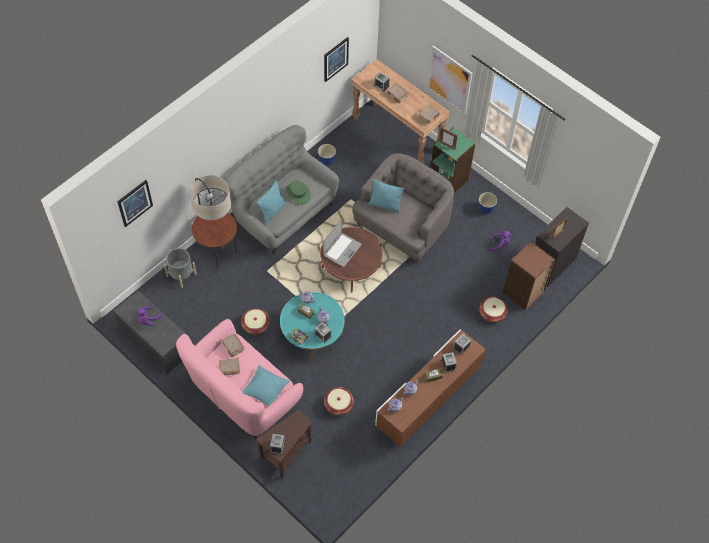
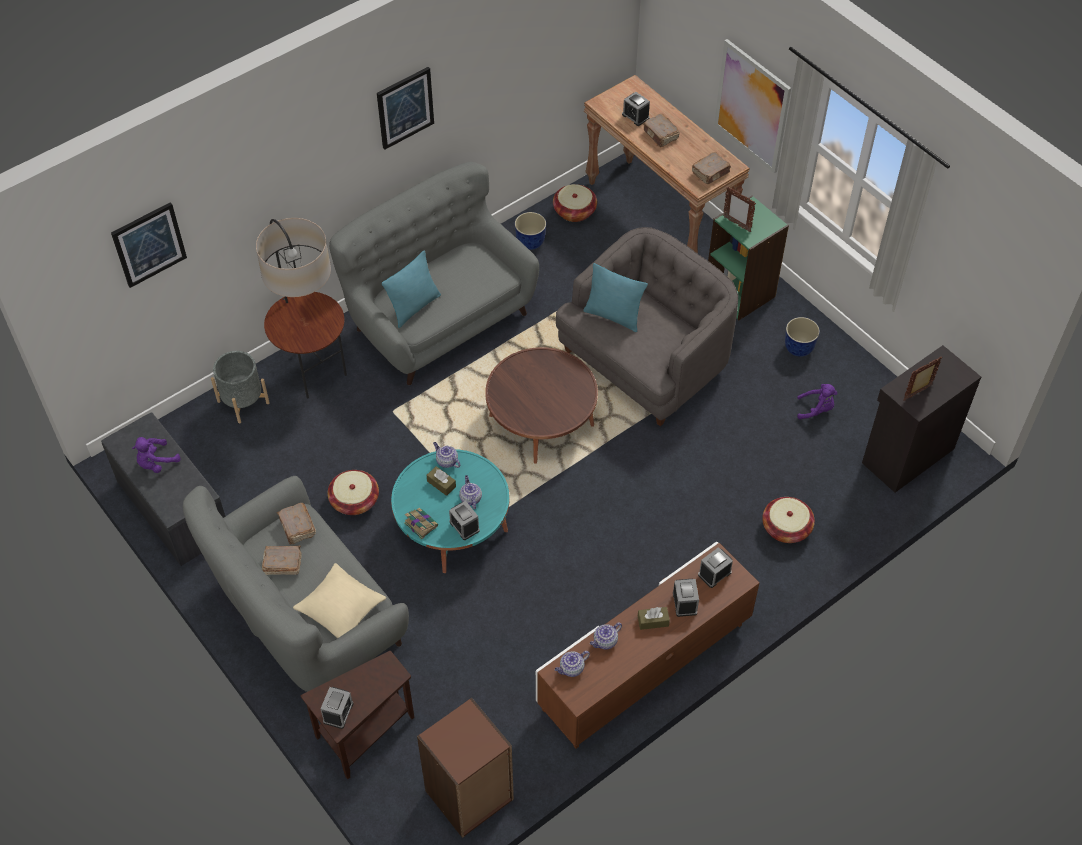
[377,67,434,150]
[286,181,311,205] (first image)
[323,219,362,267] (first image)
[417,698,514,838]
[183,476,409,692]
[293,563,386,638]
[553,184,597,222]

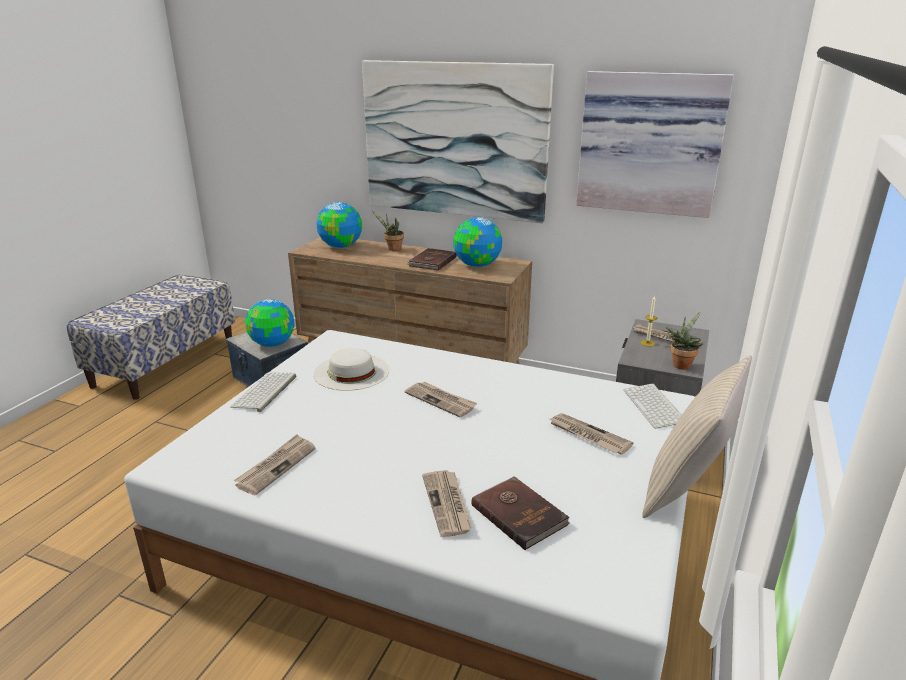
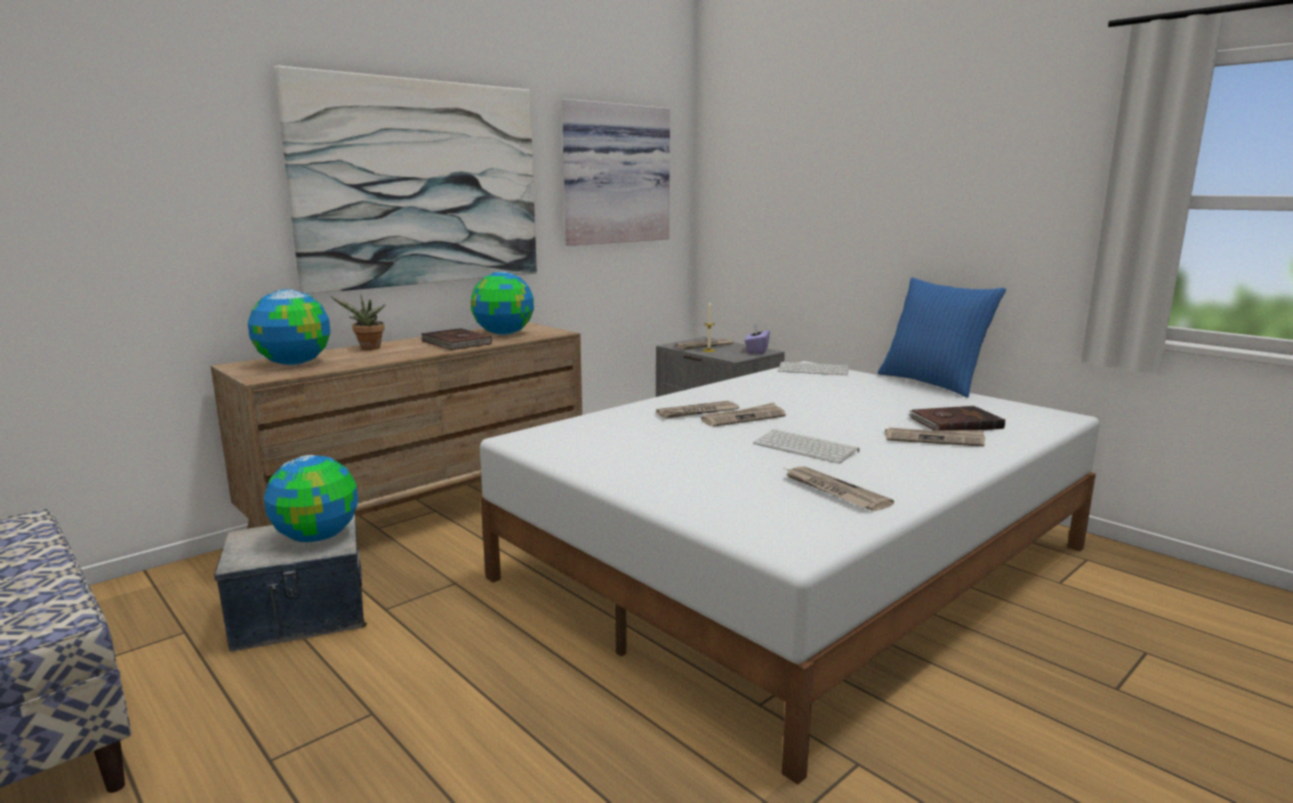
[745,324,770,354]
[313,348,390,391] (first image)
[878,277,1006,398]
[753,429,860,464]
[656,401,739,419]

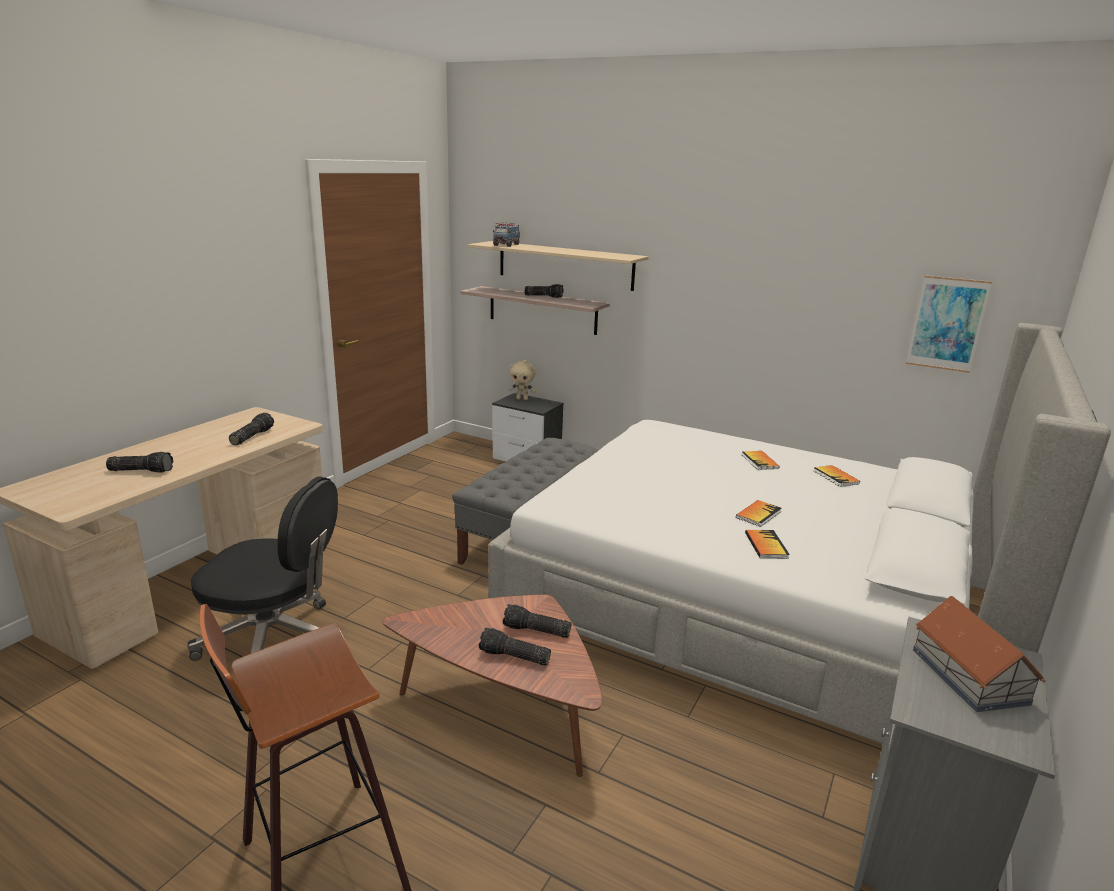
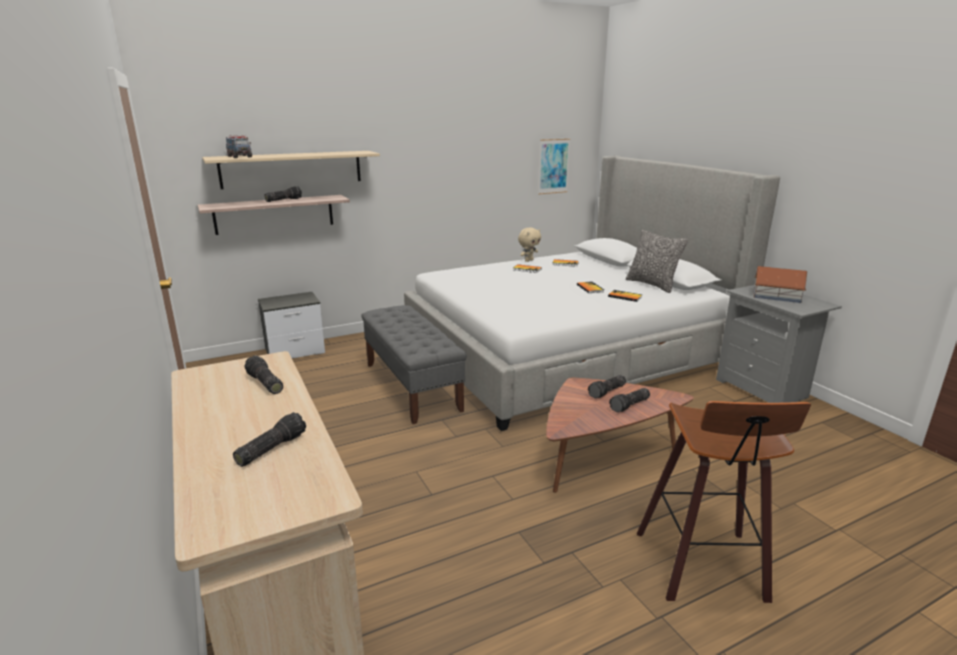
[518,227,541,262]
[187,476,338,661] (first image)
[626,230,688,293]

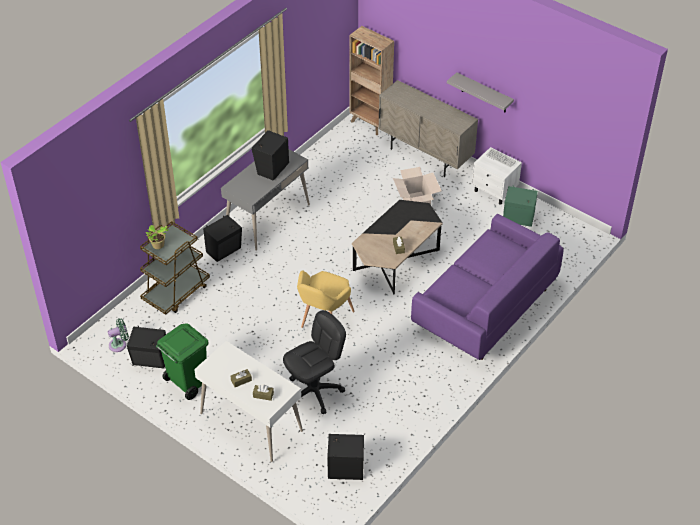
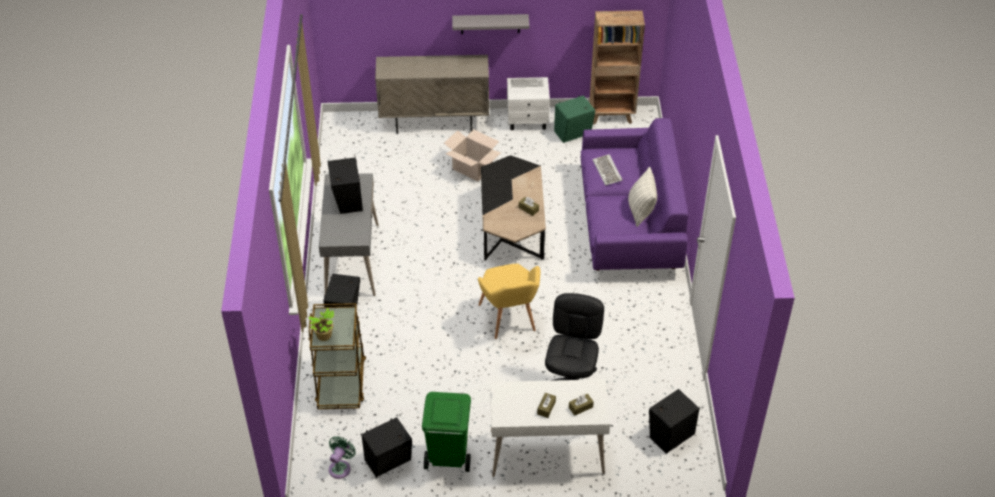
[590,10,645,125]
[593,154,622,186]
[628,167,657,227]

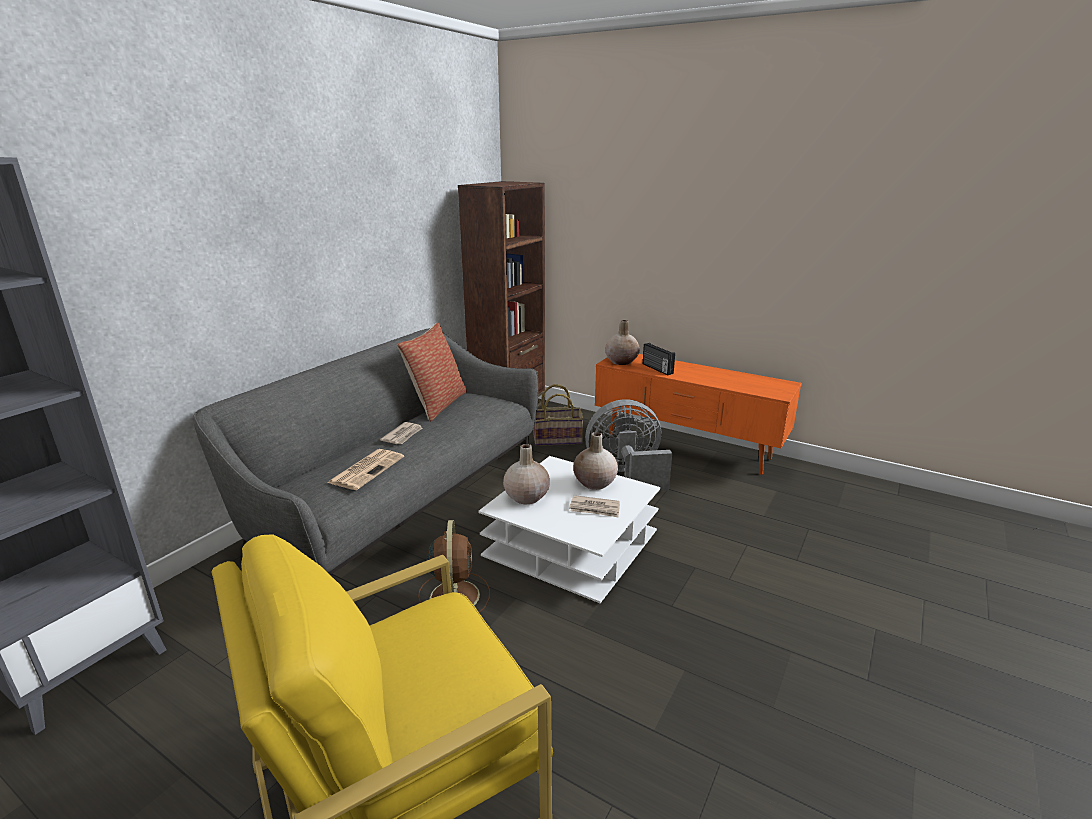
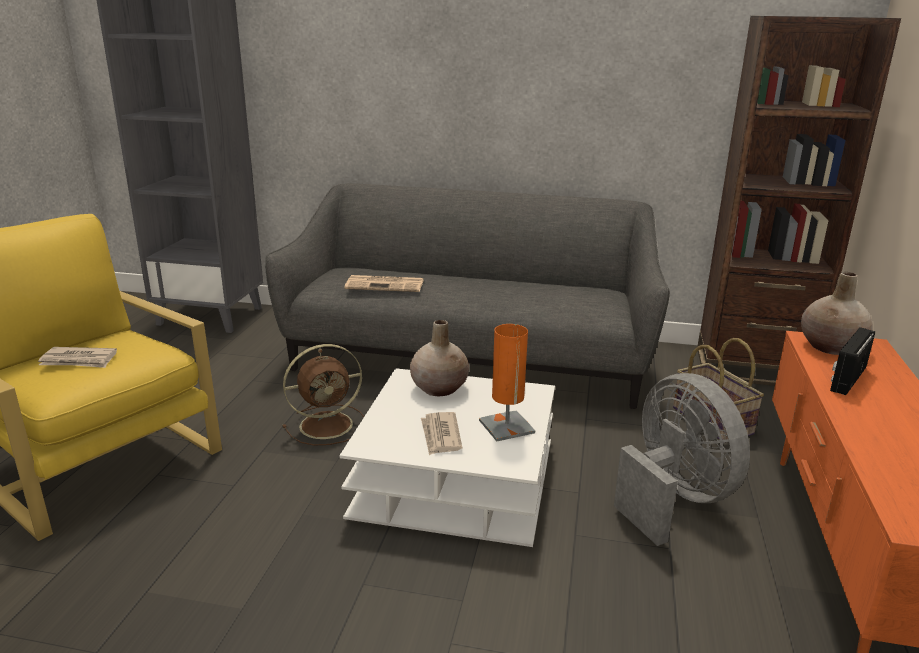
[397,322,467,422] (first image)
[38,347,117,368]
[479,324,535,442]

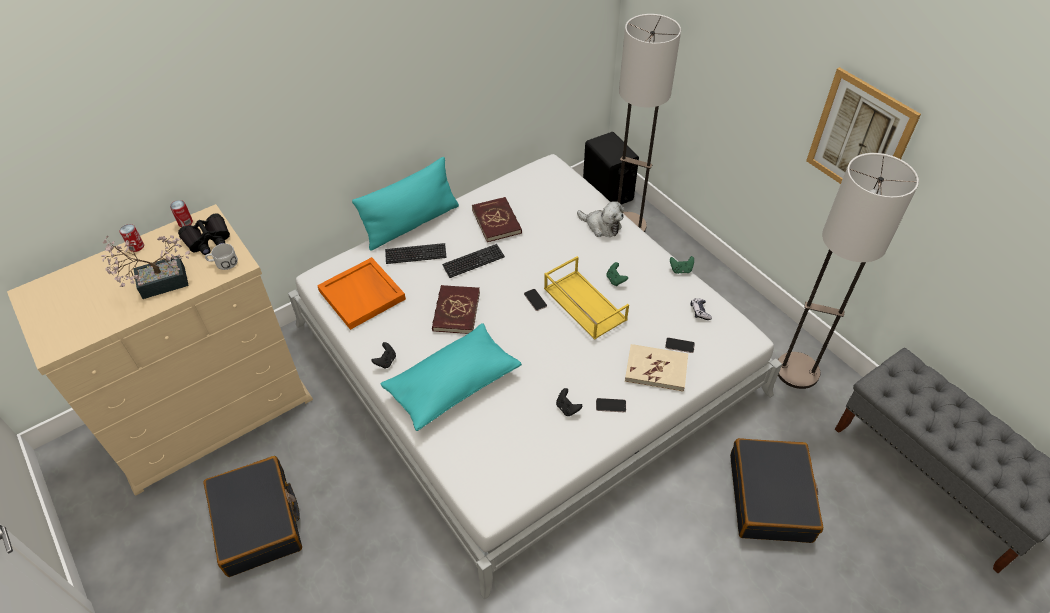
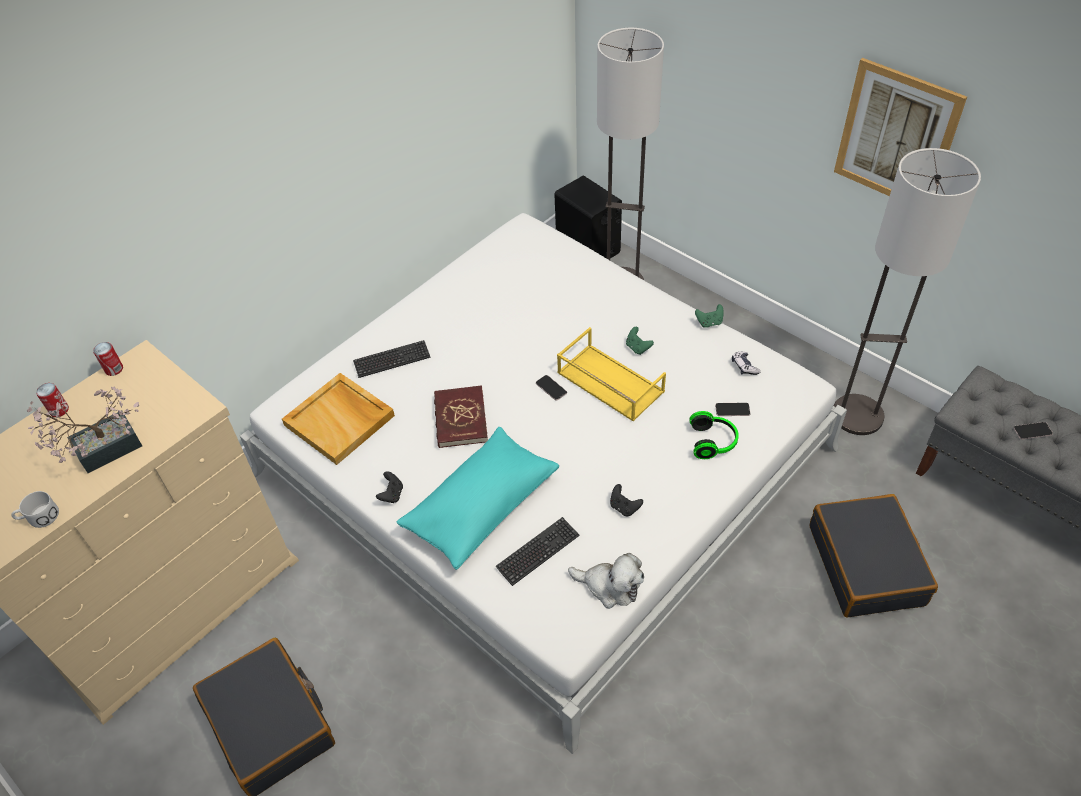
[352,157,459,251] (first image)
[472,197,522,242] (first image)
[568,553,644,609]
[178,213,230,255] (first image)
[11,491,59,528]
[495,517,579,586]
[282,373,395,465]
[689,411,739,459]
[1014,422,1053,440]

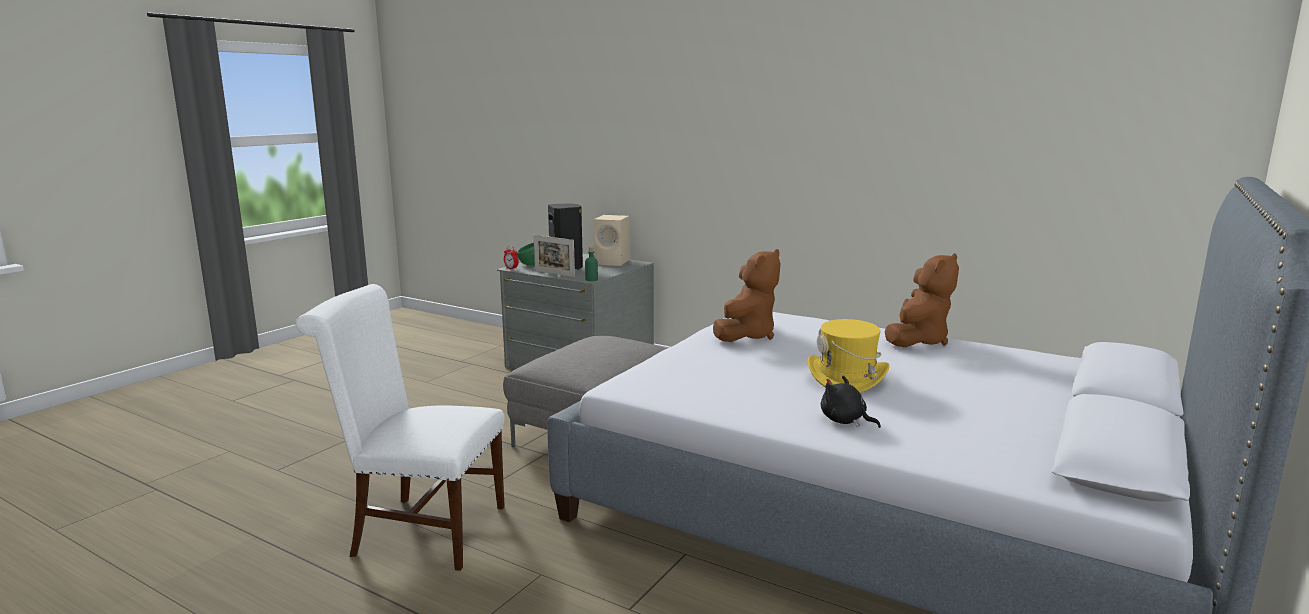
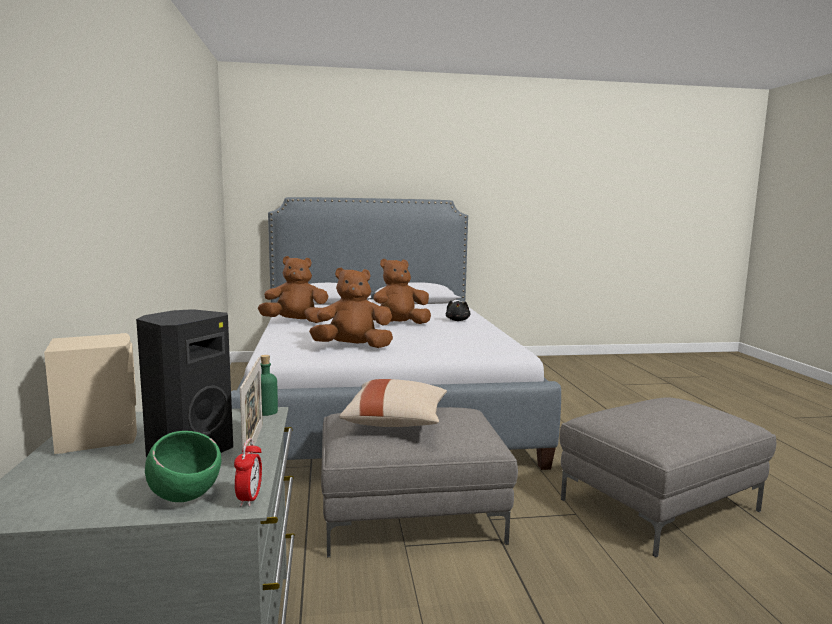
[559,398,776,557]
[373,259,431,324]
[340,379,447,427]

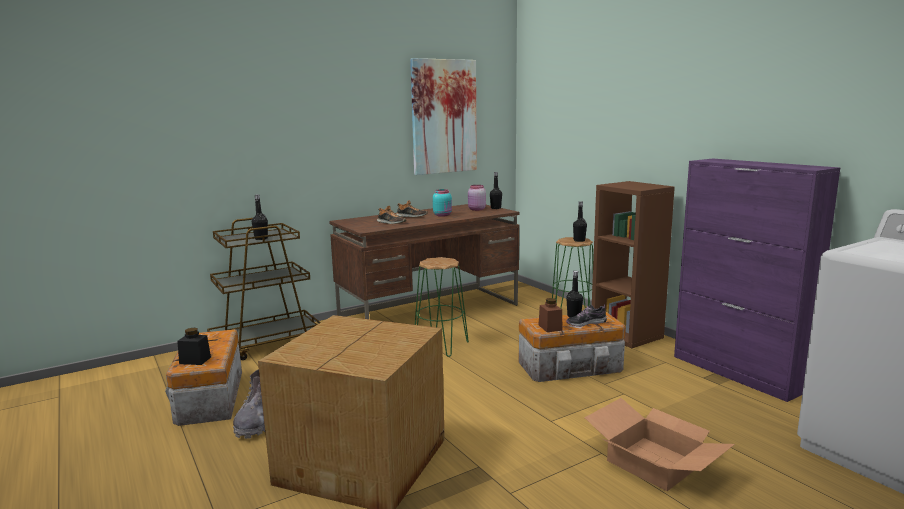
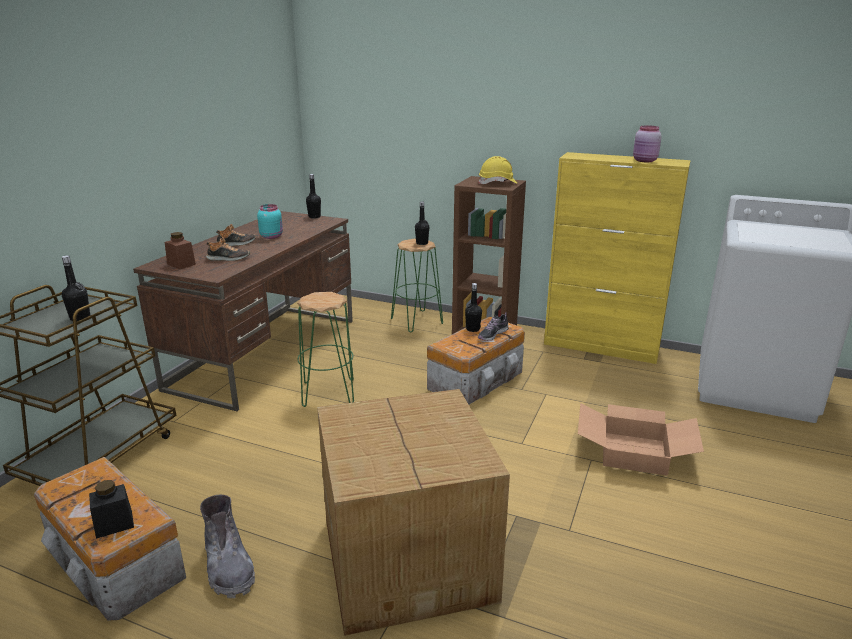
[410,58,477,175] (first image)
[544,152,691,364]
[633,125,662,162]
[165,232,196,269]
[479,156,518,184]

